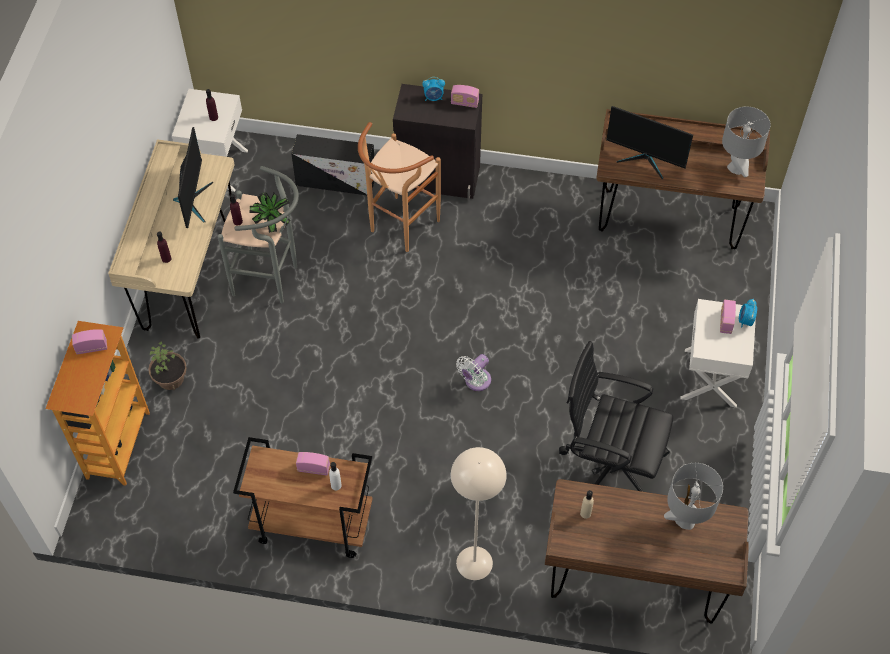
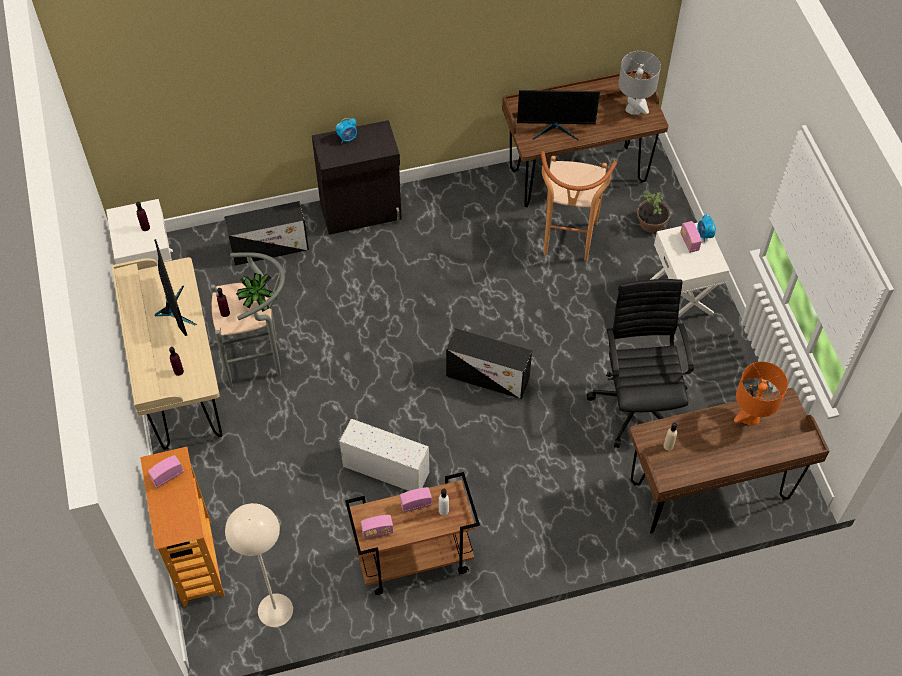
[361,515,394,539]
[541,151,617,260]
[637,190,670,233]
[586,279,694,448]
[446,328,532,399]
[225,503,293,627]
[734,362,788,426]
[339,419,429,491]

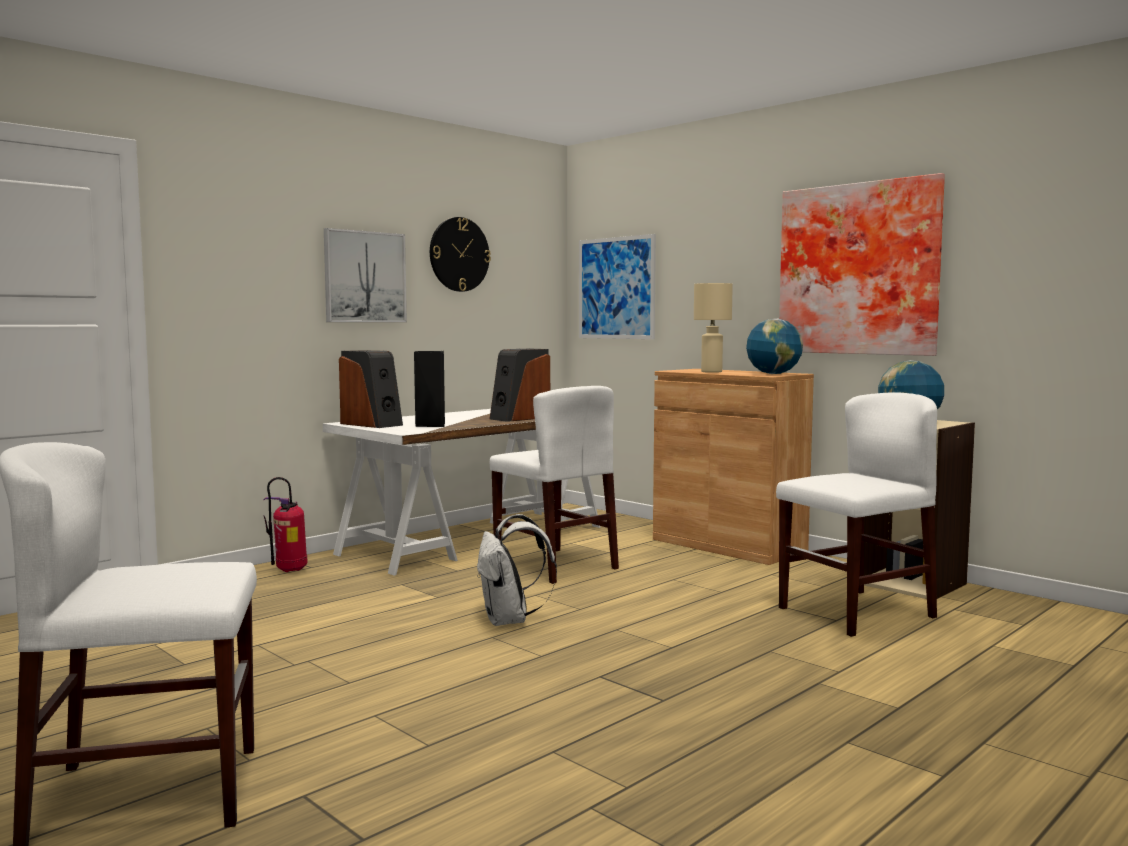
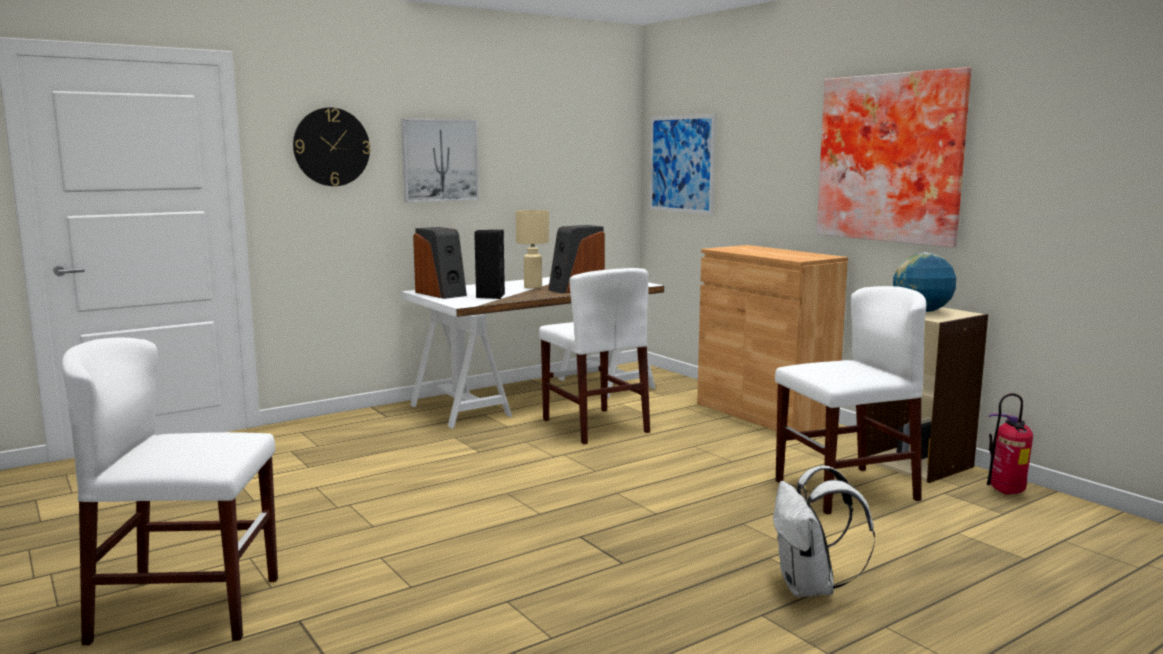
[293,107,370,186]
[516,210,549,289]
[746,319,803,374] (first image)
[987,393,1033,494]
[773,466,875,597]

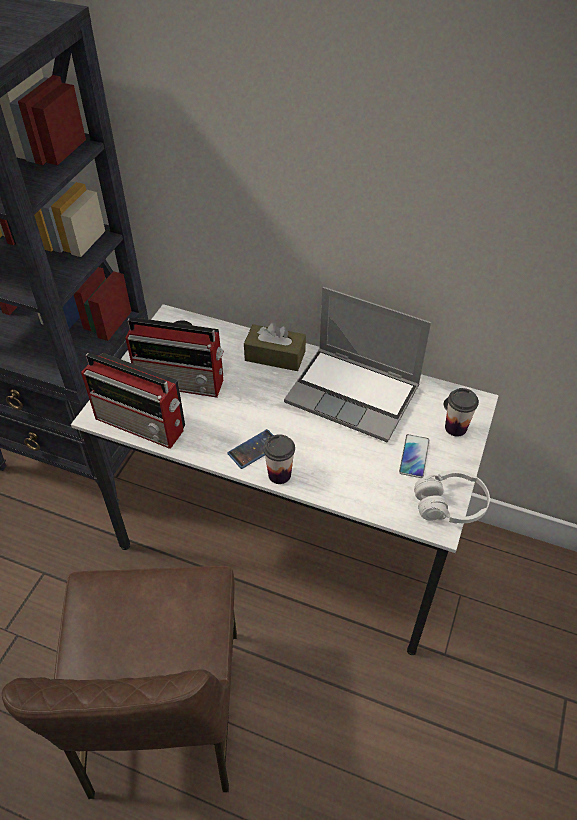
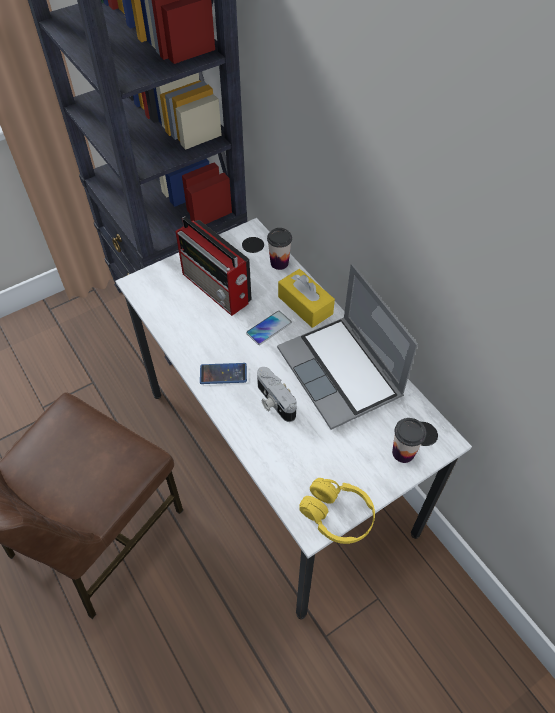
[278,269,335,328]
[81,353,185,449] (first image)
[267,228,292,270]
[246,311,292,345]
[299,478,375,544]
[257,367,297,422]

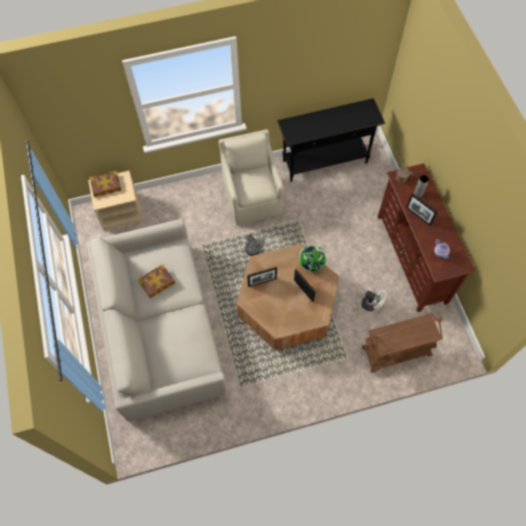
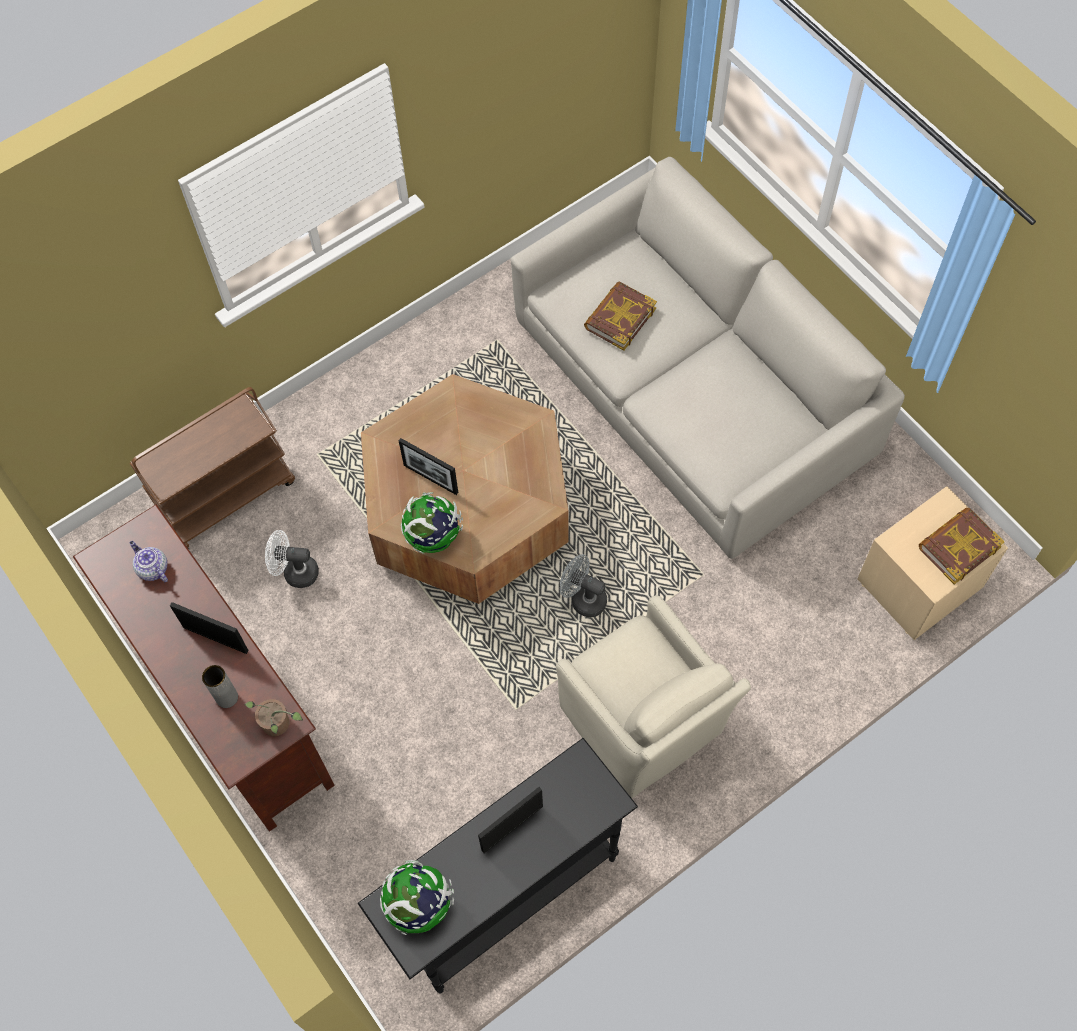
[584,281,657,351]
[478,787,543,853]
[380,860,454,935]

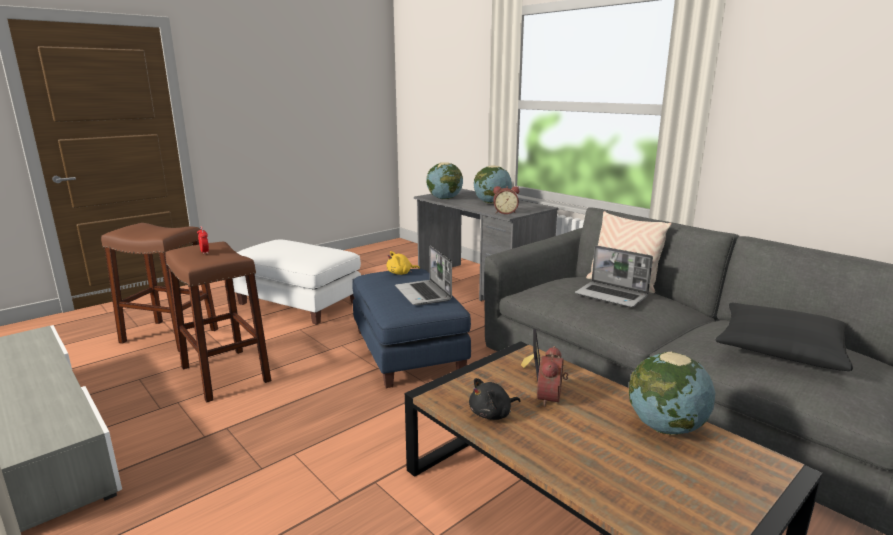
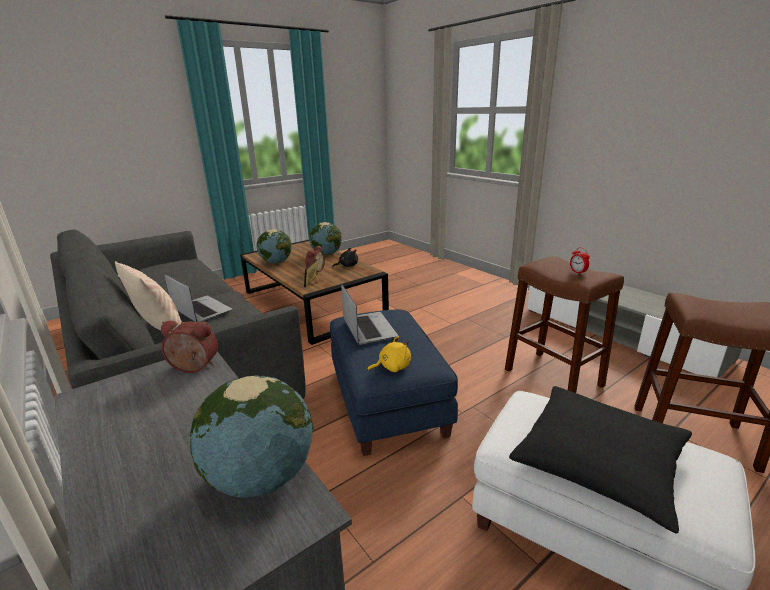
[309,222,342,255]
[509,386,692,533]

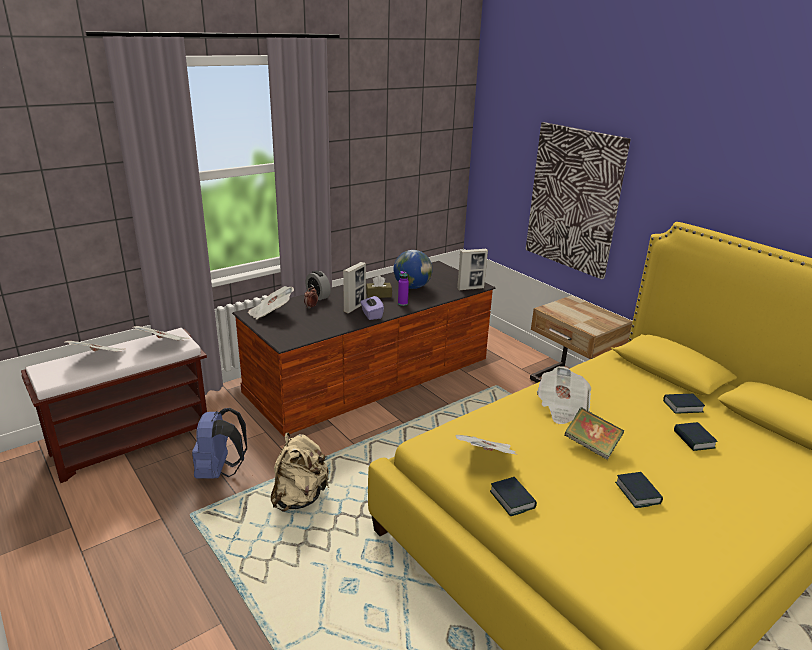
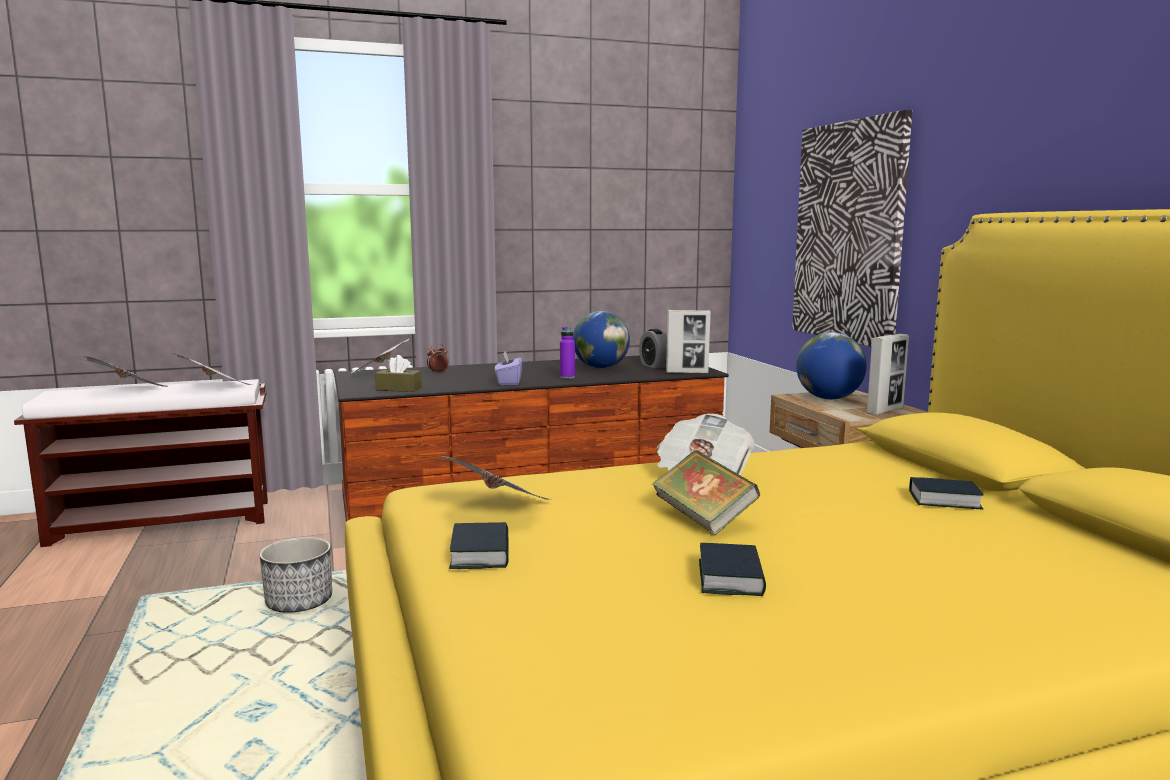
[866,334,909,415]
[639,329,667,368]
[375,355,422,392]
[192,408,247,479] (first image)
[674,422,718,451] (first image)
[259,537,332,613]
[796,332,867,400]

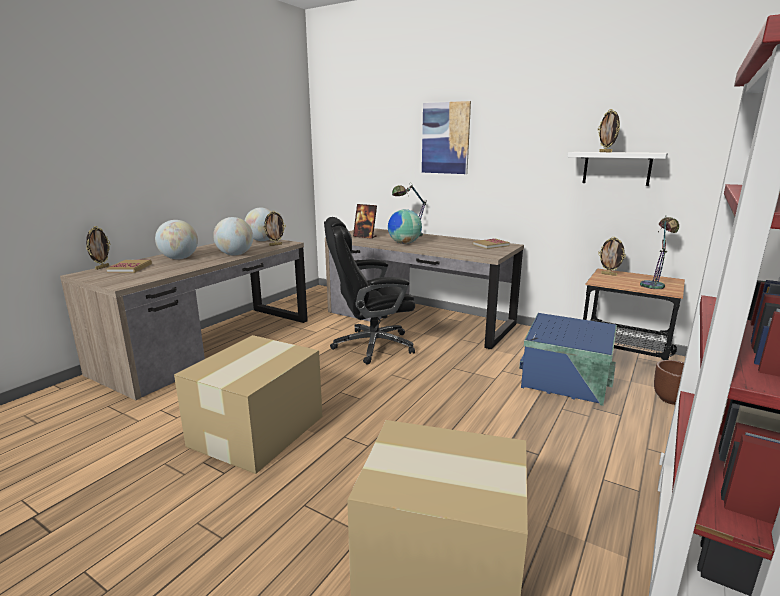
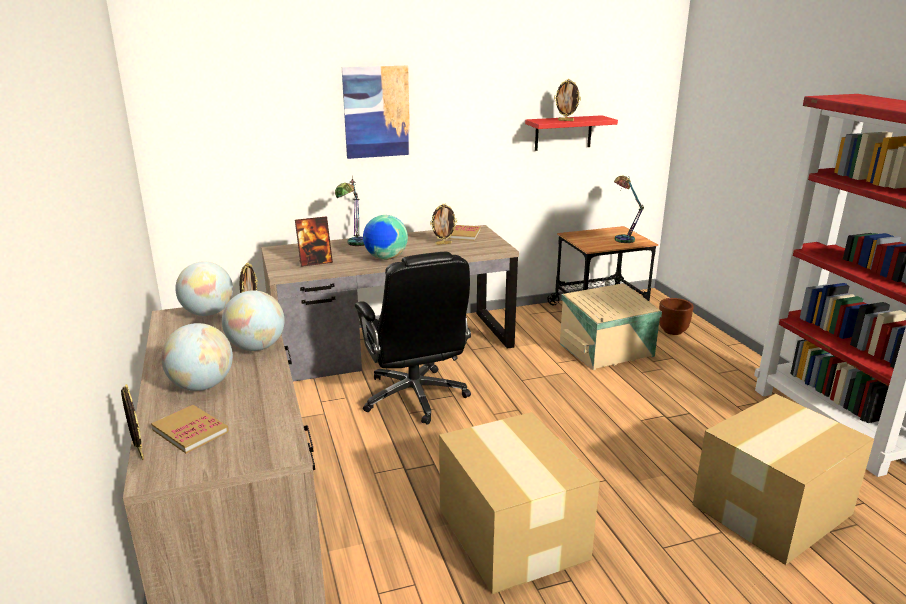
[525,115,618,151]
[355,252,471,425]
[430,203,457,245]
[560,283,662,370]

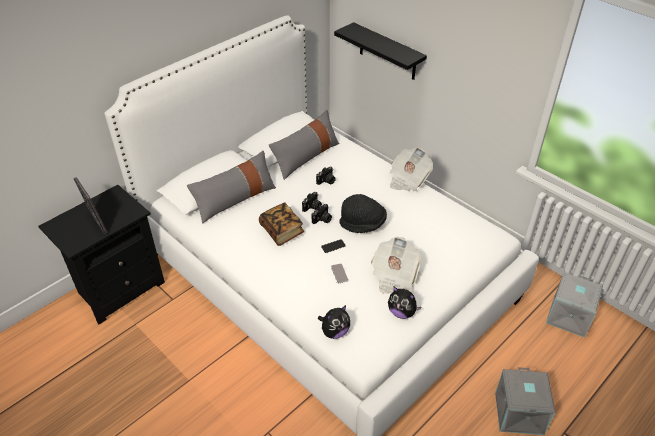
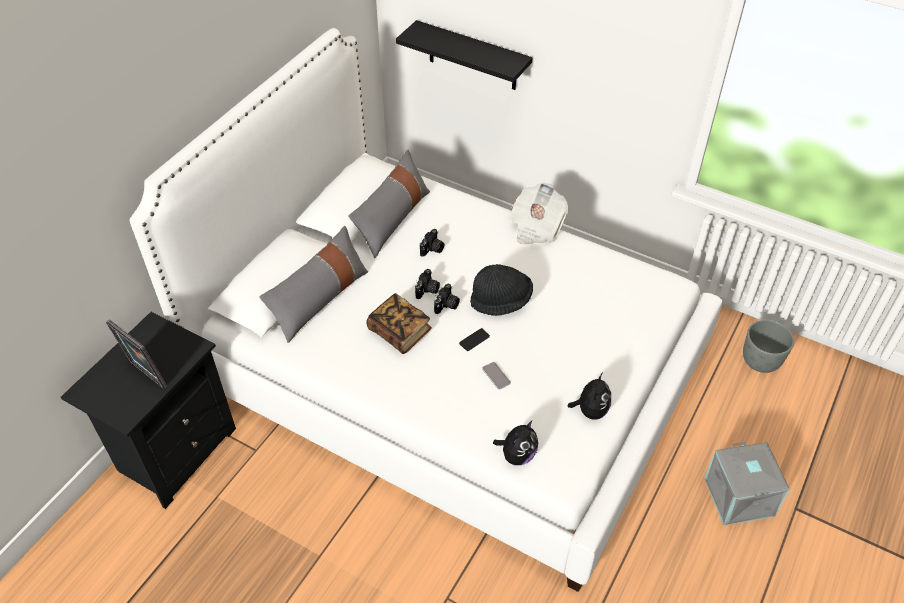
[371,237,422,294] (first image)
[743,320,794,373]
[567,373,611,419]

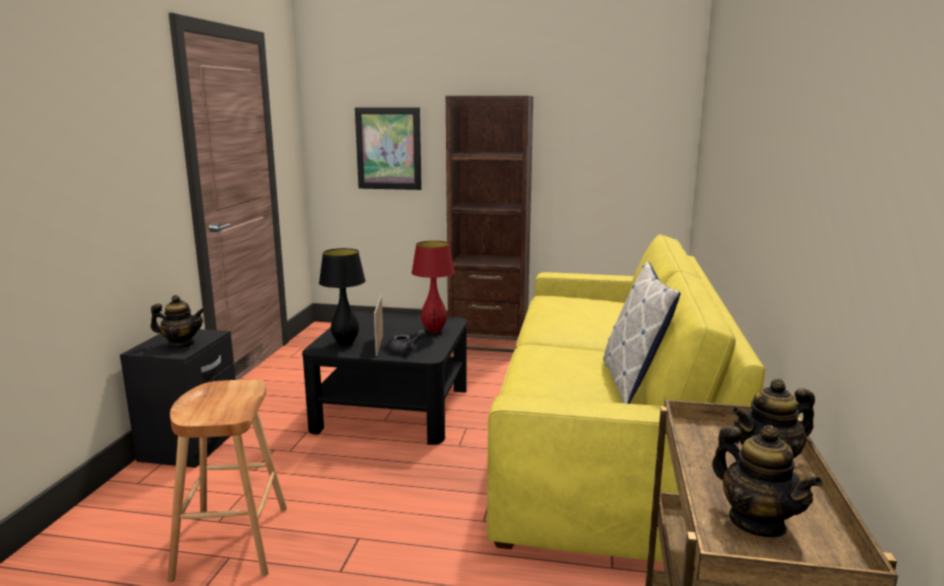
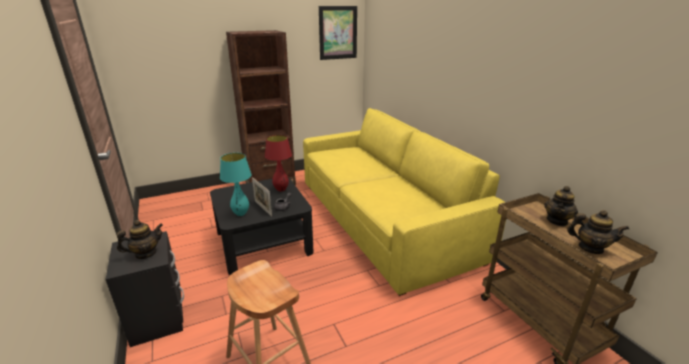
[319,6,357,60]
[220,153,252,216]
[603,262,681,404] (first image)

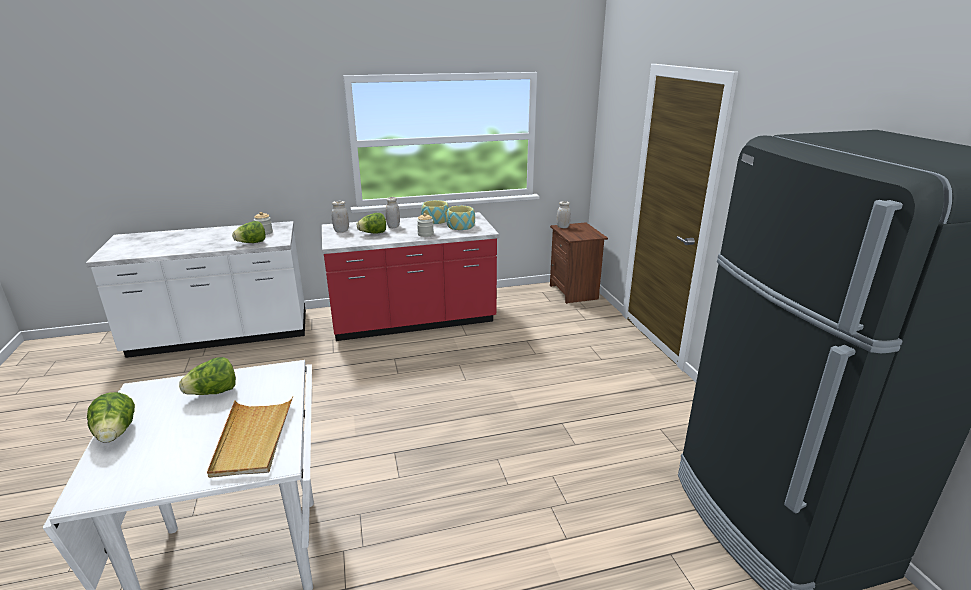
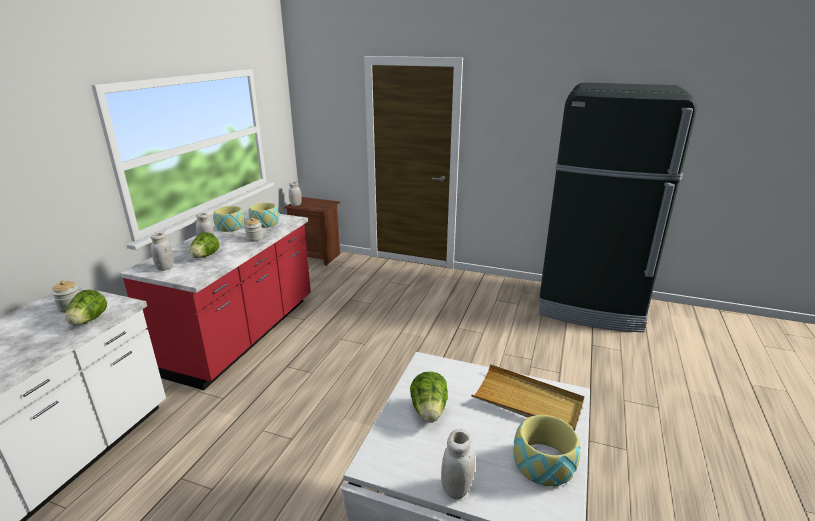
[441,429,475,500]
[513,415,581,486]

